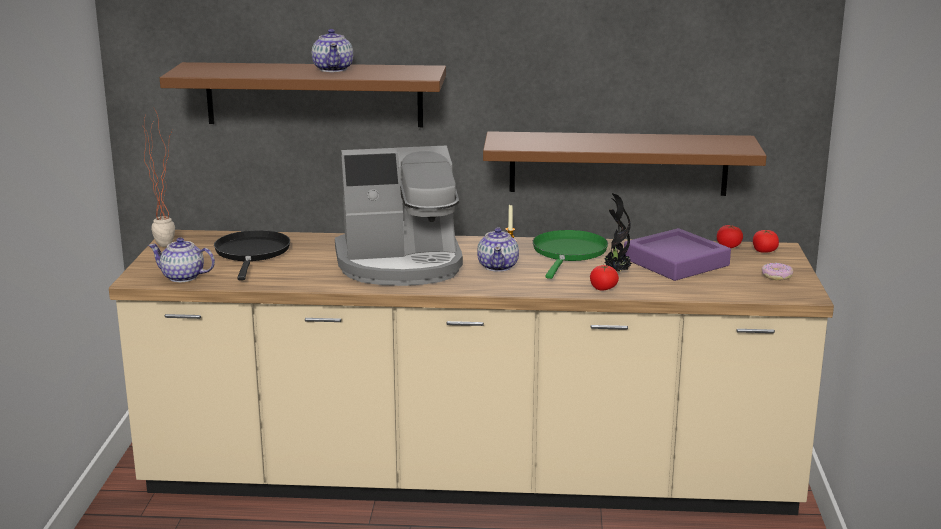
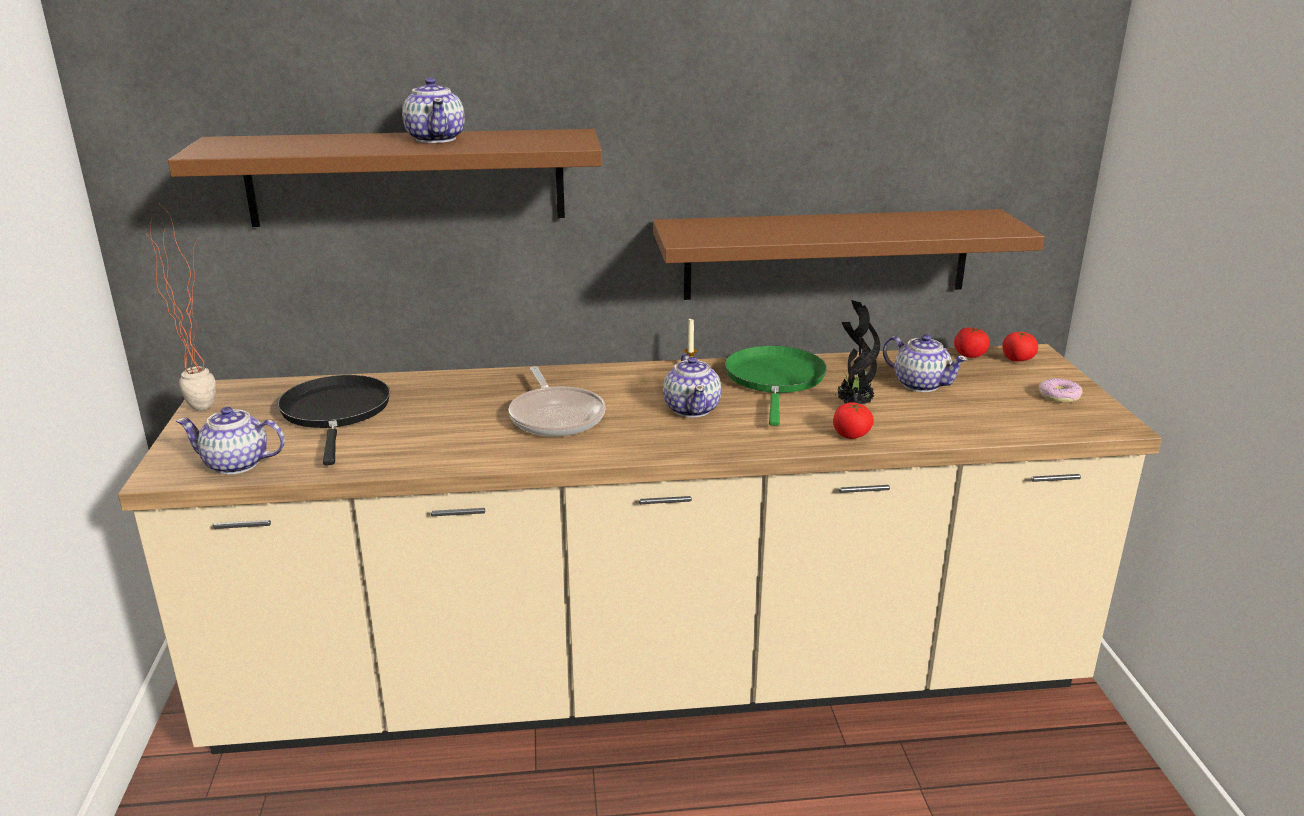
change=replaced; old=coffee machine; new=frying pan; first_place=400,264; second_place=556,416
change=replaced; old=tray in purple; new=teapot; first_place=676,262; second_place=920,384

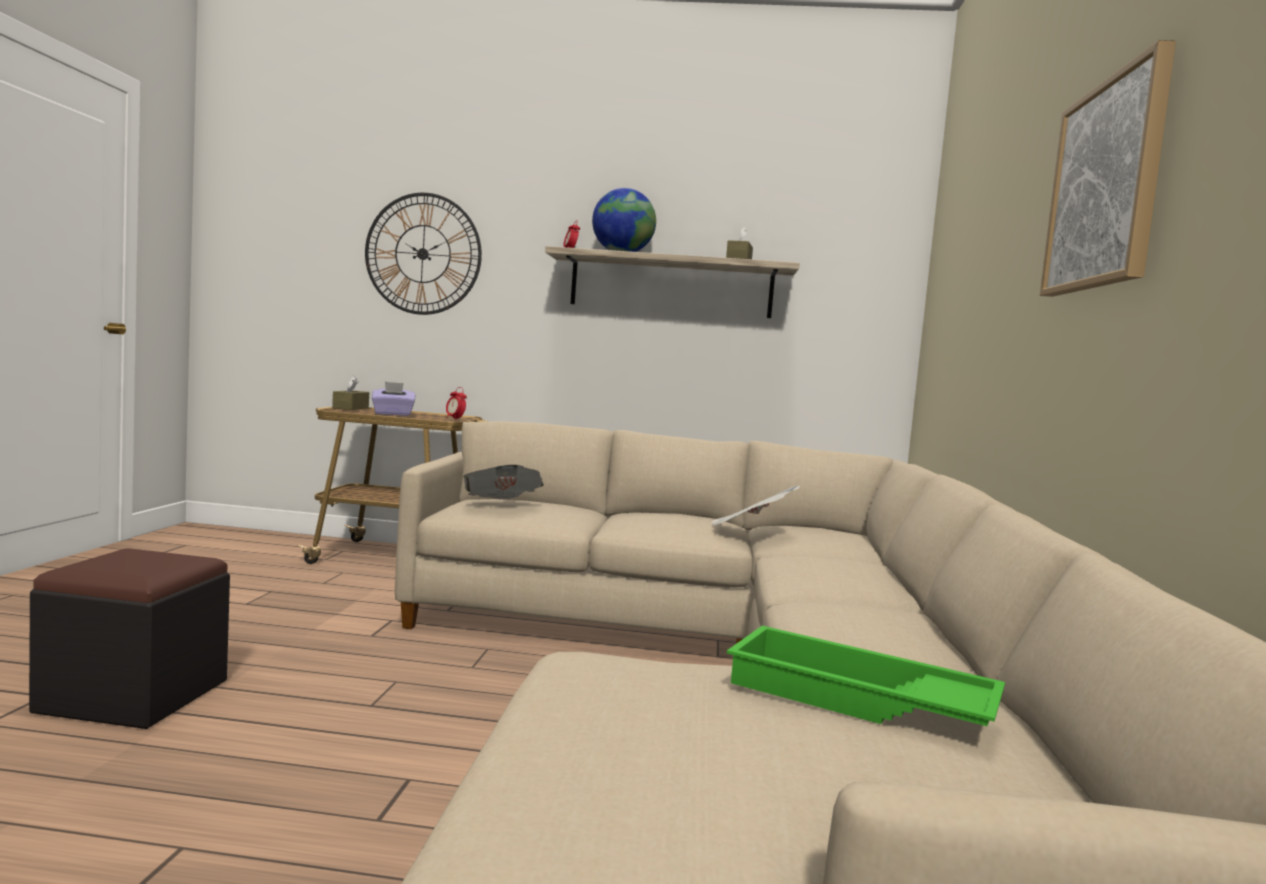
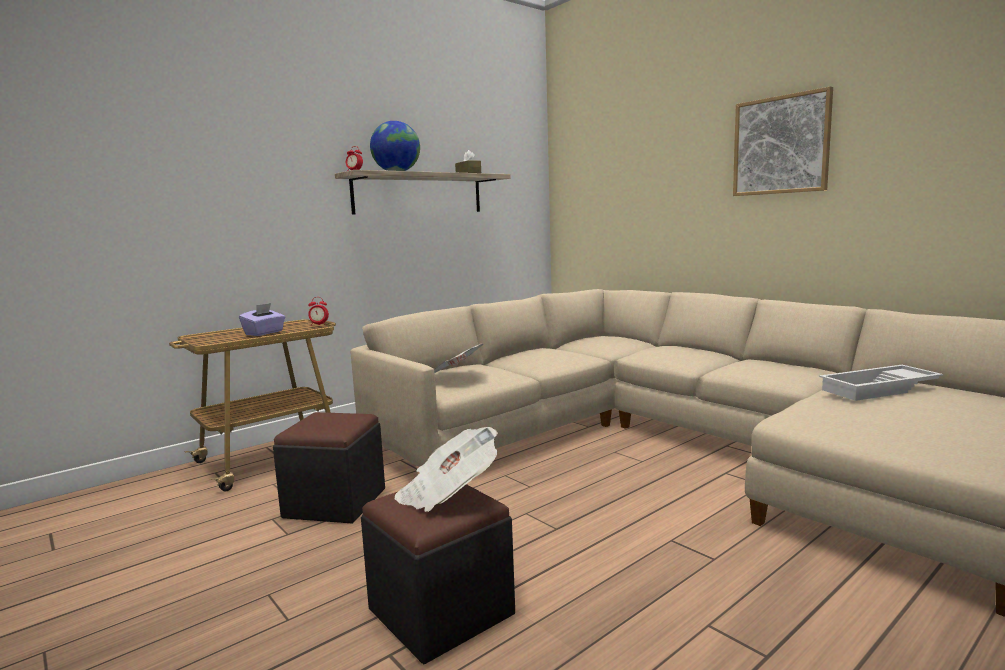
change=removed; old=tissue box in brown; first_place=350,408
change=removed; old=wall clock; first_place=423,254
change=added; new=ottoman in black; second_place=335,503
change=moved; old=newspaper; first_place=749,530; second_place=448,494
change=recoloured; old=tray in green; new=tray in white; first_place=856,700; second_place=880,389

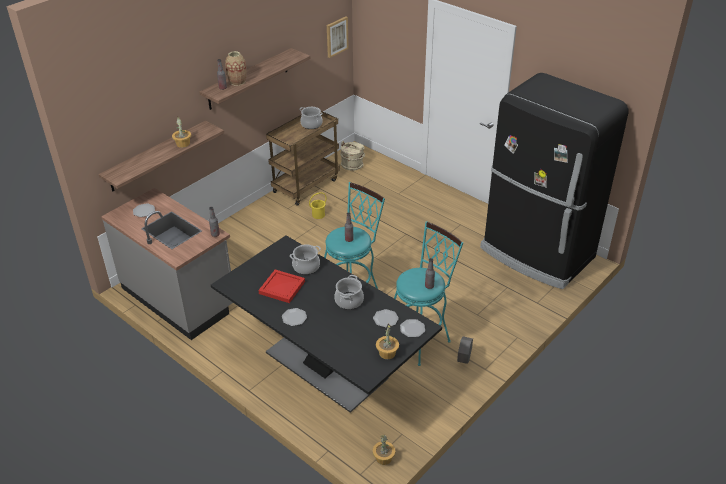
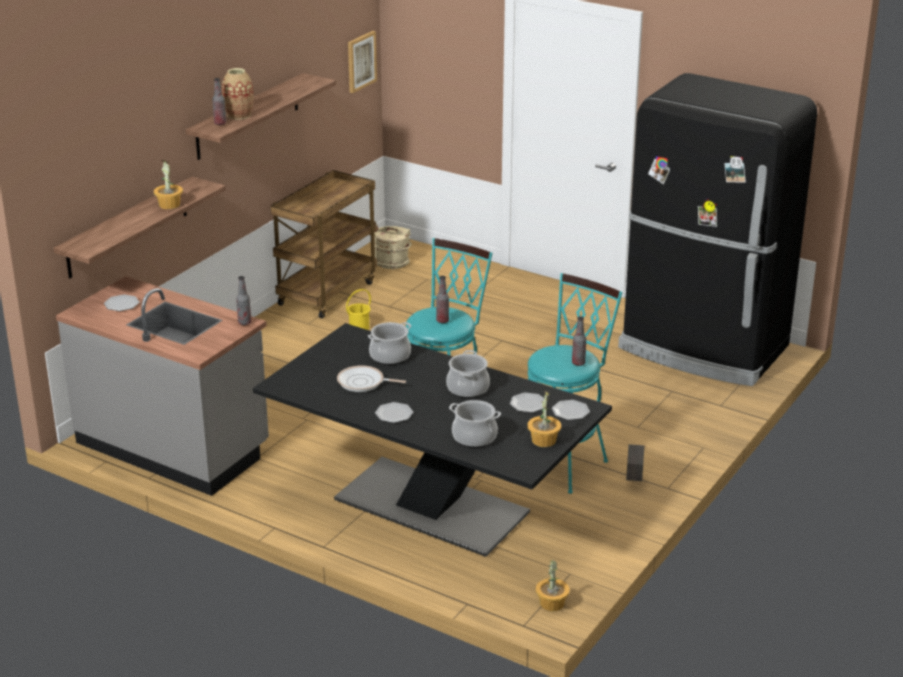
change=moved; old=cooking pot; first_place=311,124; second_place=474,437
change=replaced; old=tray in red; new=frying pan; first_place=282,288; second_place=363,383

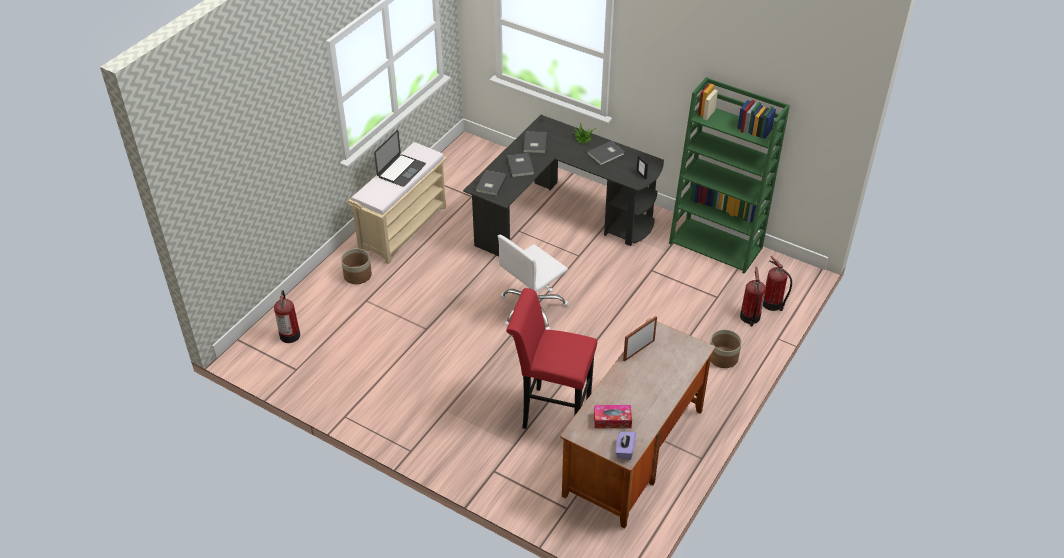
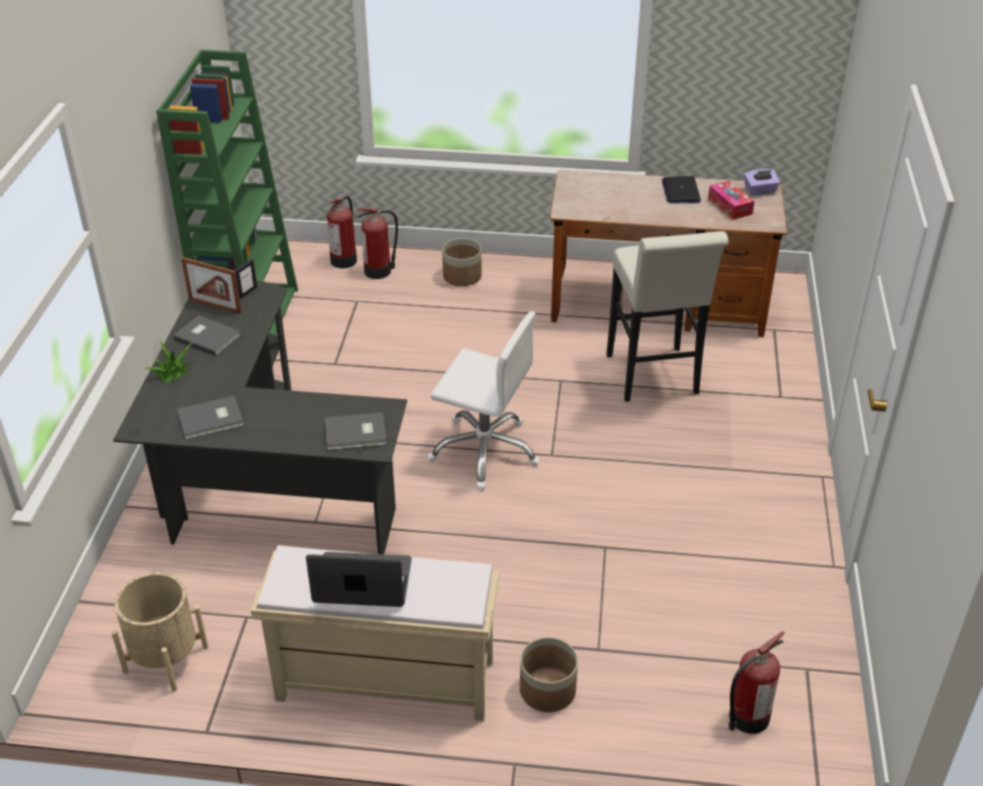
change=removed; old=book in grey; first_place=521,166
change=added; new=planter in beige; second_place=166,659
change=added; new=laptop; second_place=680,191
change=moved; old=picture frame; first_place=639,350; second_place=215,306
change=recoloured; old=stool in red; new=stool in white; first_place=551,412; second_place=654,379

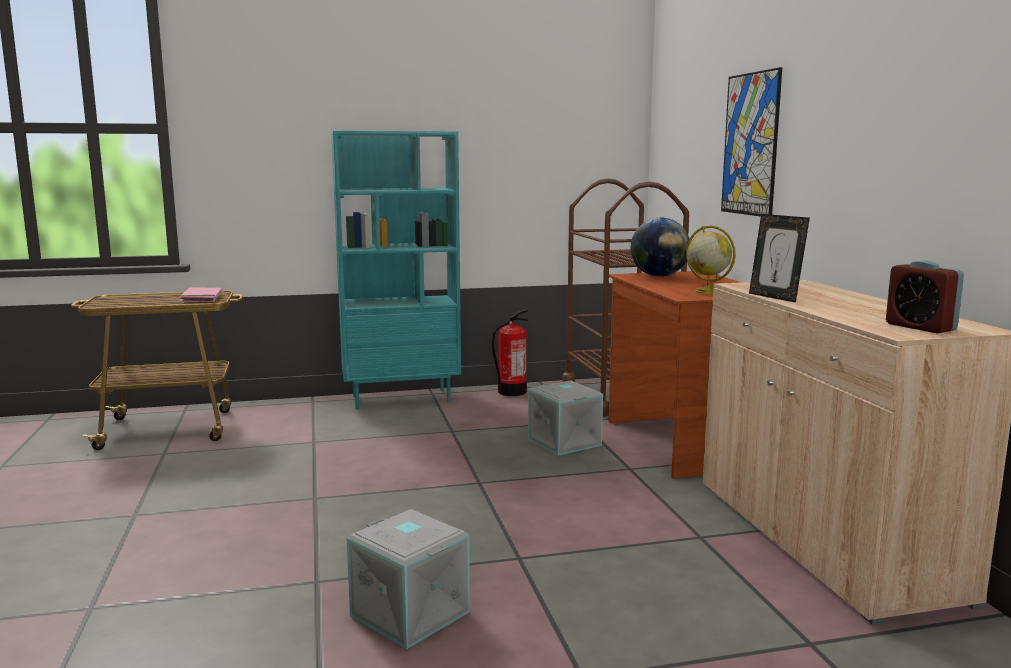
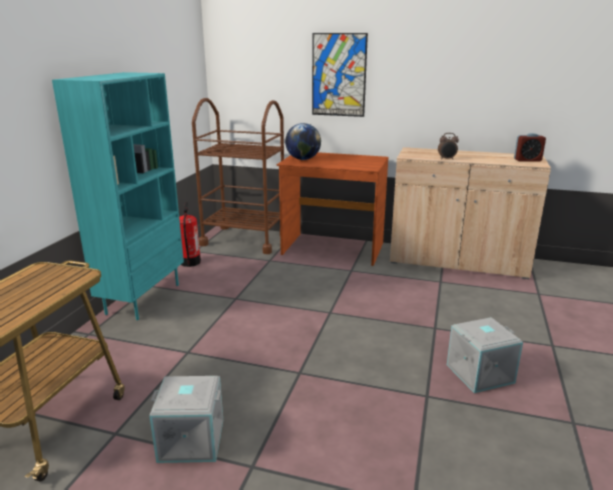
change=removed; old=book in pink; first_place=201,298
change=removed; old=globe; first_place=707,292
change=moved; old=storage box in grey; first_place=565,442; second_place=192,439
change=replaced; old=picture frame; new=alarm clock; first_place=775,297; second_place=446,159

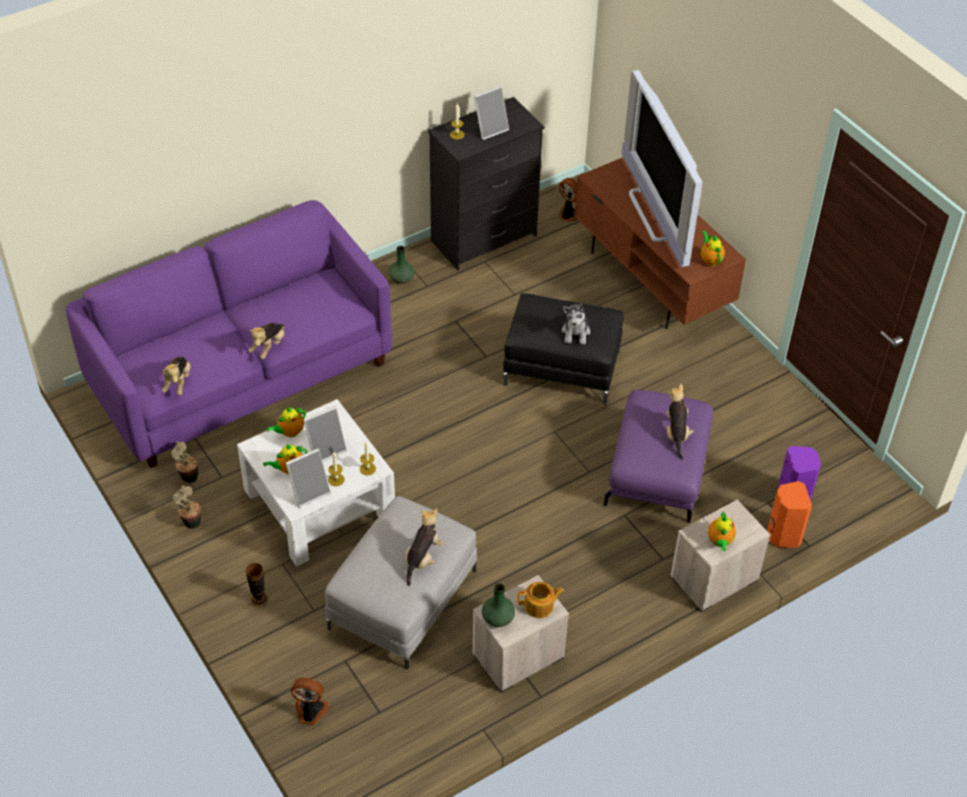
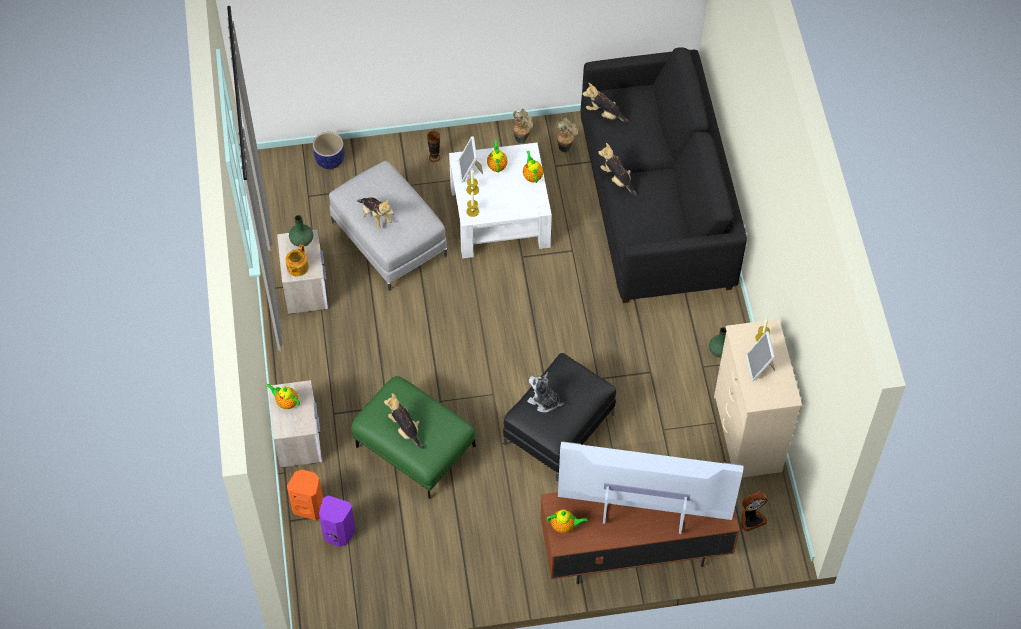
change=removed; old=picture frame; first_place=326,449
change=replaced; old=fan; new=planter; first_place=310,712; second_place=330,160
change=recoloured; old=sofa in purple; new=sofa in black; first_place=241,374; second_place=656,206
change=recoloured; old=dresser in black; new=dresser in beige; first_place=485,238; second_place=747,435
change=recoloured; old=ottoman in purple; new=ottoman in green; first_place=657,473; second_place=414,448
change=turned; old=plush toy; first_place=676,433; second_place=405,429; degrees=-150

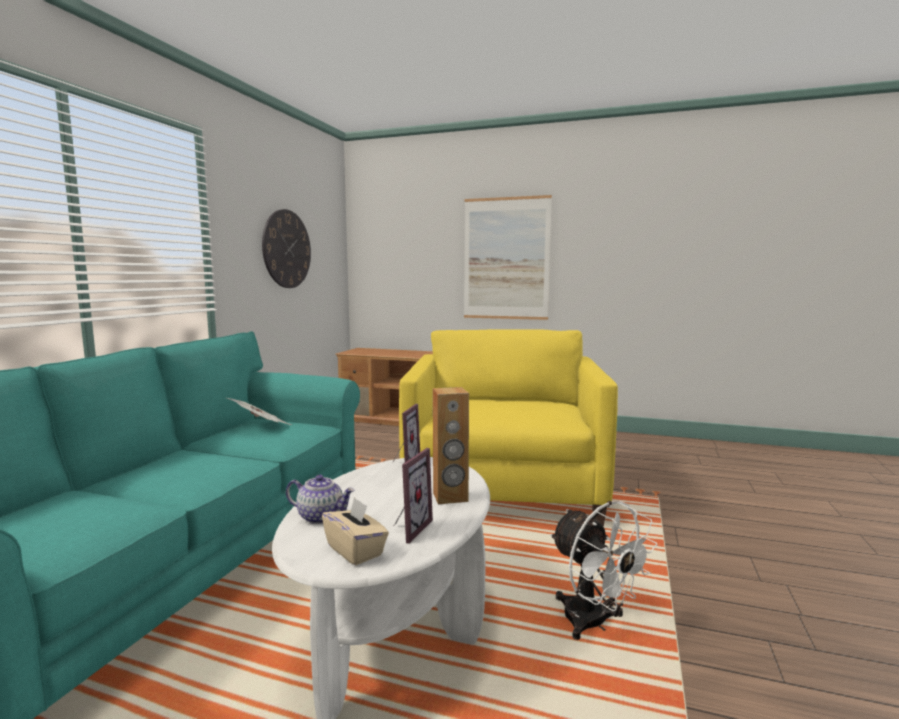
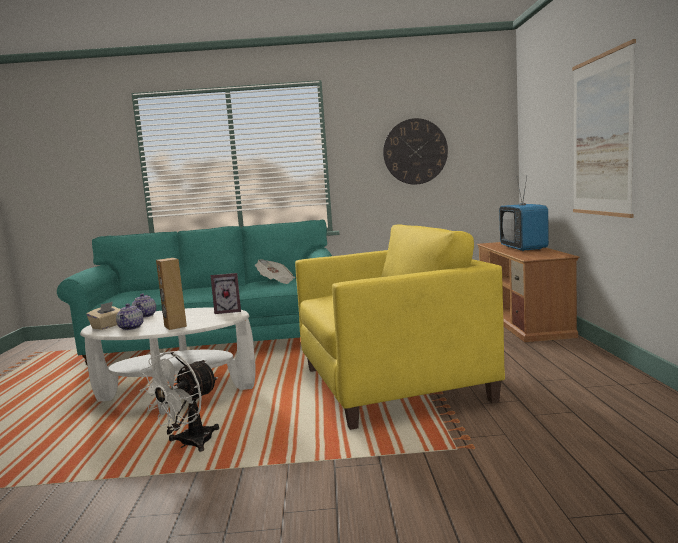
change=added; new=television; second_place=523,248
change=replaced; old=picture frame; new=teapot; first_place=407,528; second_place=131,328

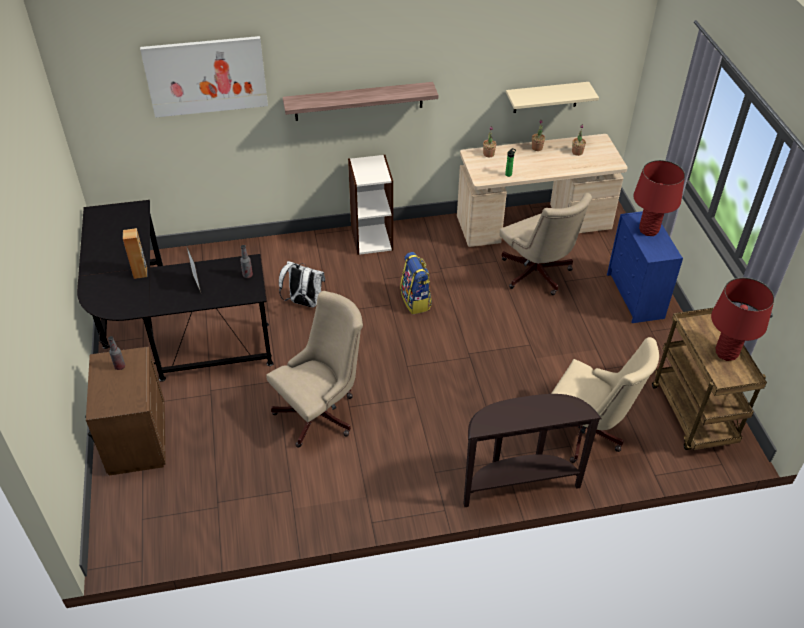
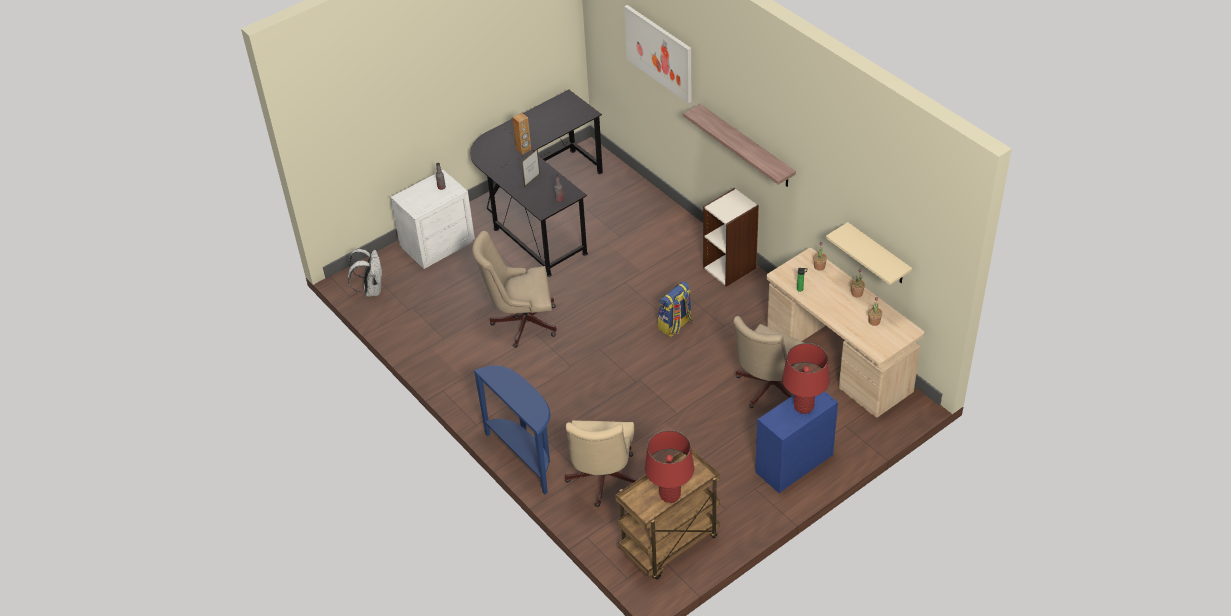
change=moved; old=backpack in white; first_place=304,302; second_place=371,289
change=recoloured; old=nightstand in brown; new=nightstand in white; first_place=136,439; second_place=437,244
change=recoloured; old=console table in brown; new=console table in blue; first_place=518,484; second_place=525,457
change=turned; old=office chair in beige; first_place=321,413; second_place=520,322; degrees=150

